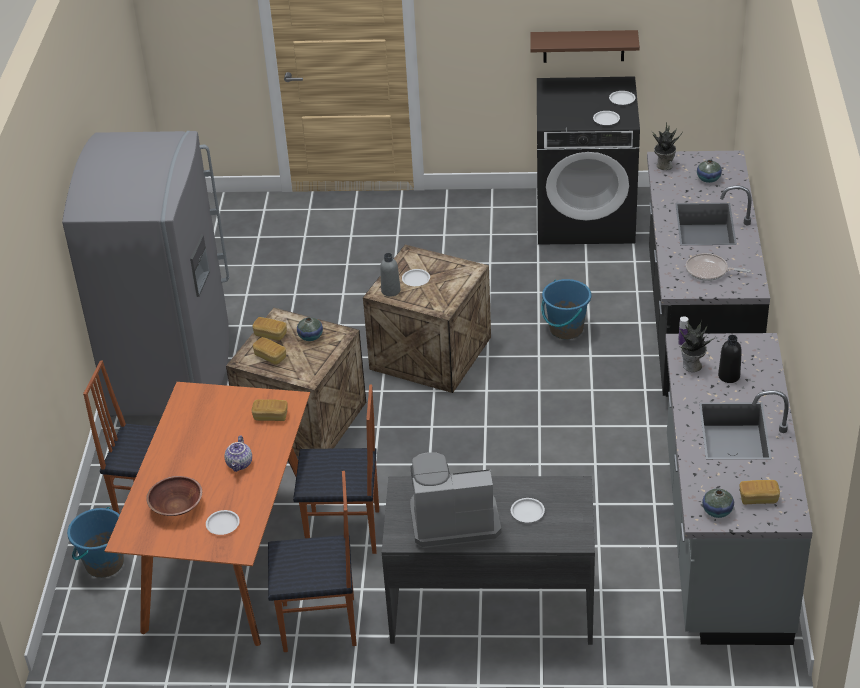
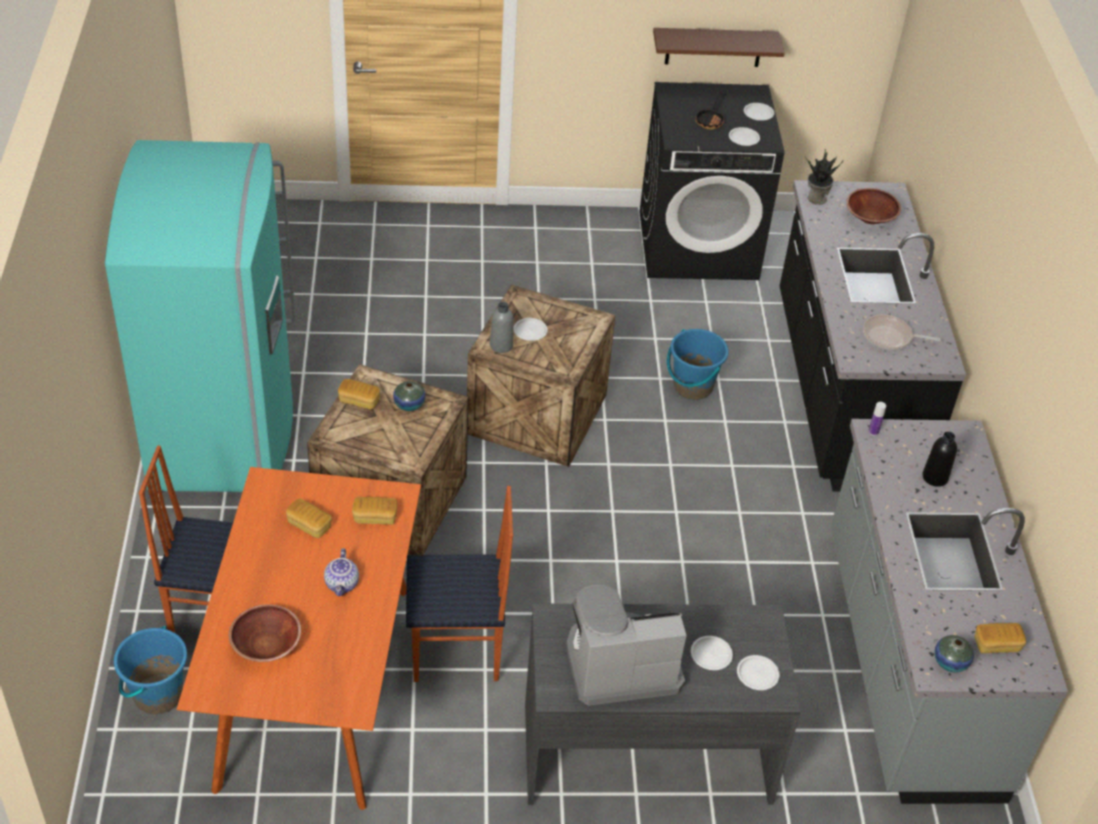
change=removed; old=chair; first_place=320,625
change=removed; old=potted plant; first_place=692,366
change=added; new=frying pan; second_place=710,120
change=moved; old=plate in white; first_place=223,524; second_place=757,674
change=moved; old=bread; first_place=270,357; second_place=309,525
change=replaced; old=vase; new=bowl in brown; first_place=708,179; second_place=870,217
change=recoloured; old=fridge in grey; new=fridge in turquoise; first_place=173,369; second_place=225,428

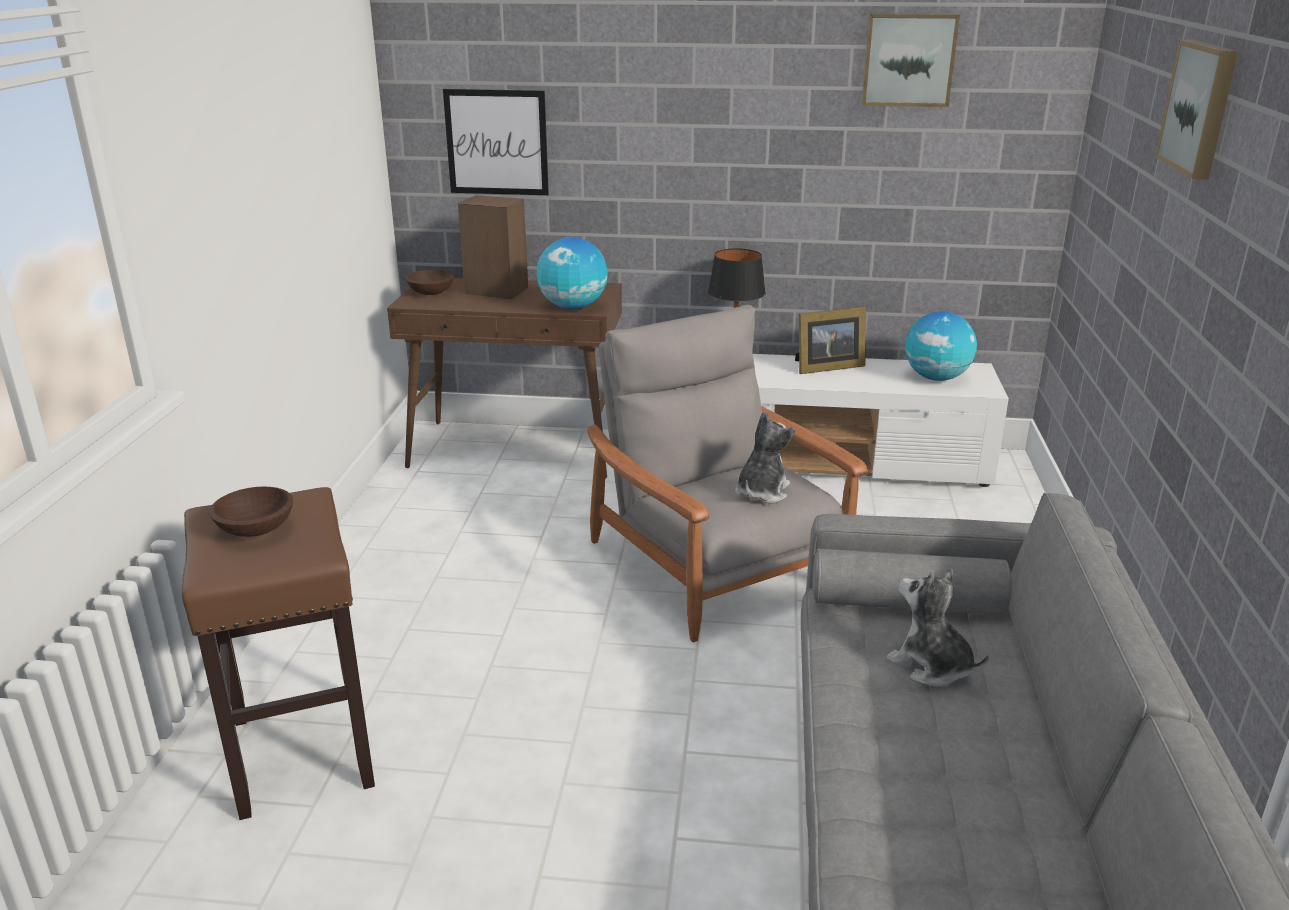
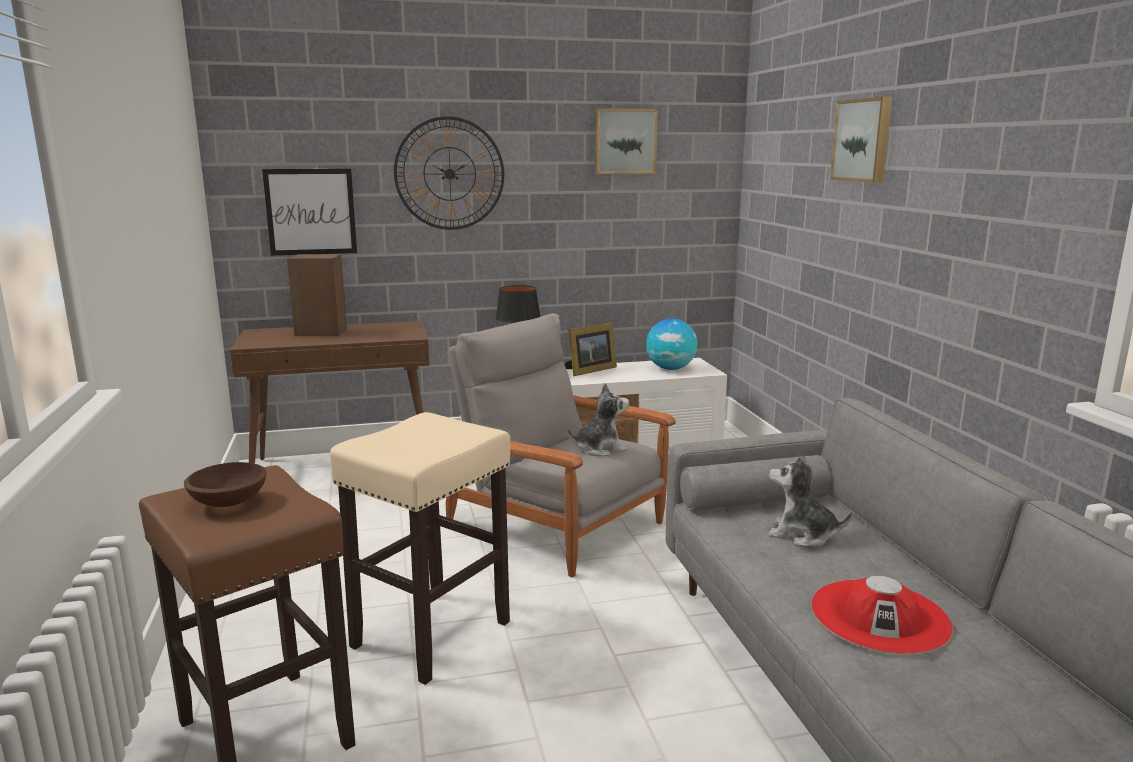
change=removed; old=bowl in brown; first_place=431,292
change=removed; old=globe; first_place=573,307
change=added; new=stool in beige; second_place=432,633
change=added; new=wall clock; second_place=449,174
change=added; new=hat in red; second_place=879,616
change=turned; old=plush toy; first_place=761,492; second_place=599,449; degrees=60

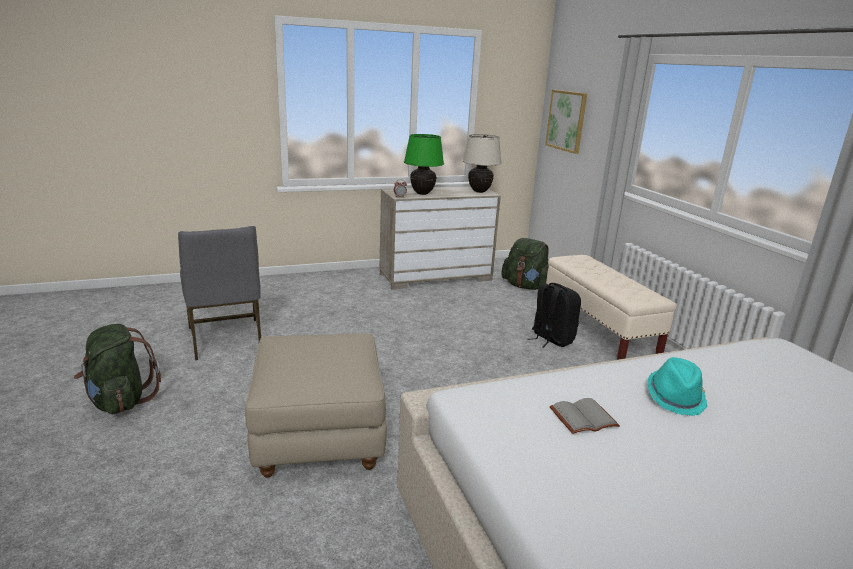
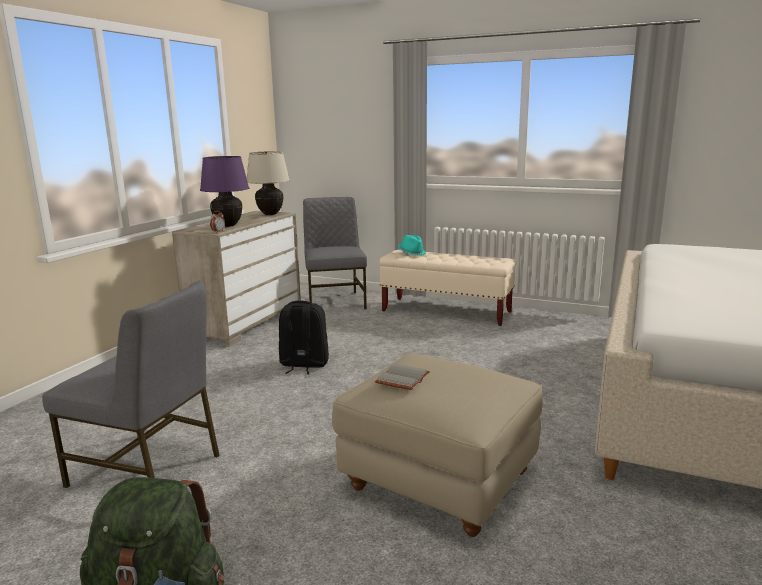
change=removed; old=picture; first_place=566,121
change=moved; old=backpack in black; first_place=551,339; second_place=303,365
change=moved; old=book in grey; first_place=583,417; second_place=401,378
change=moved; old=hat in turquoise; first_place=675,398; second_place=412,253
change=replaced; old=backpack in green; new=chair in grey; first_place=525,286; second_place=335,301
change=recoloured; old=table lamp in green; new=table lamp in purple; first_place=422,193; second_place=227,225

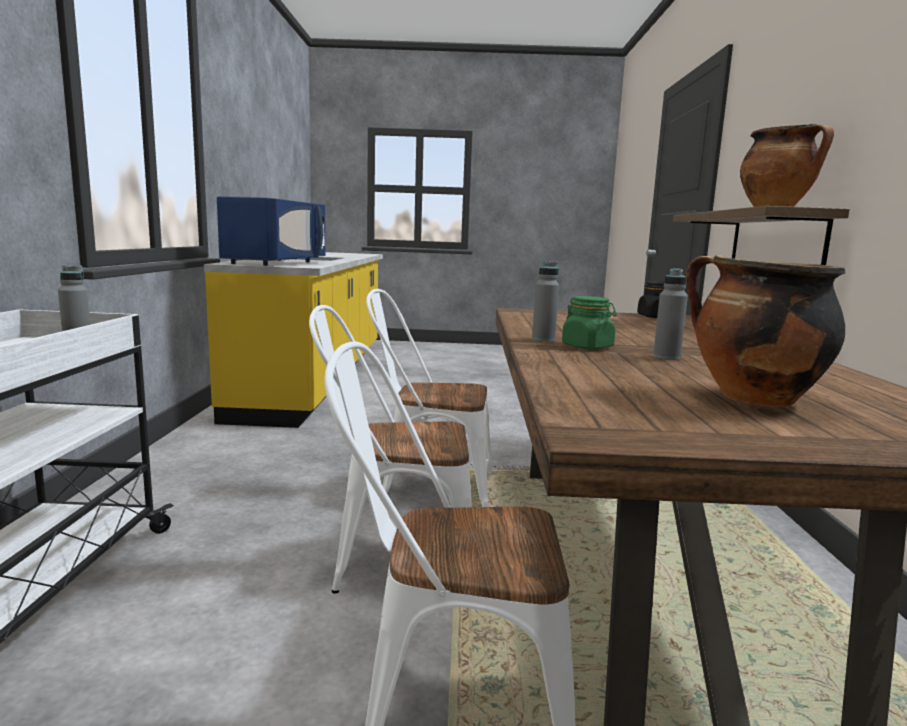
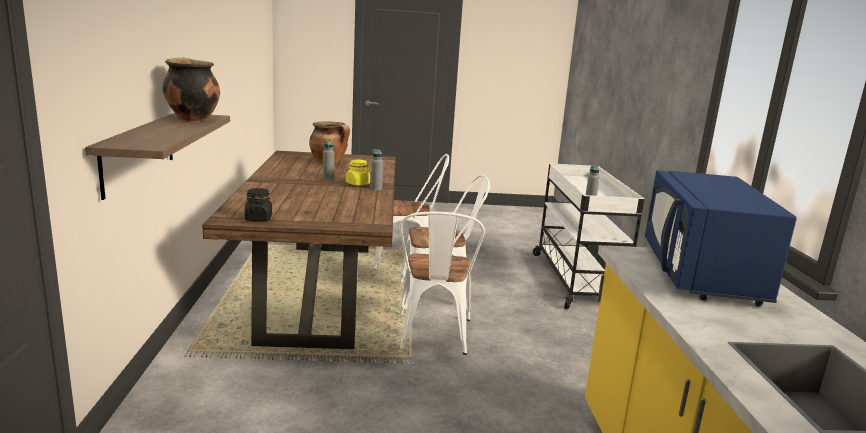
change=recoloured; old=jar in green; new=jar in yellow; first_place=587,347; second_place=357,183
change=turned; old=chair in white; first_place=427,489; second_place=433,337; degrees=90

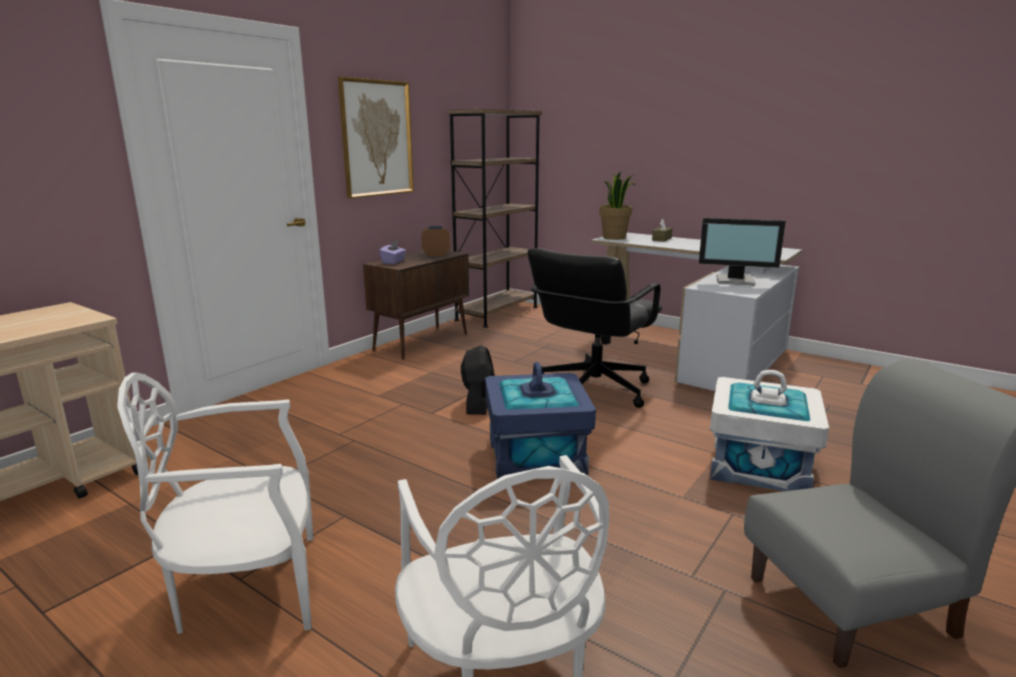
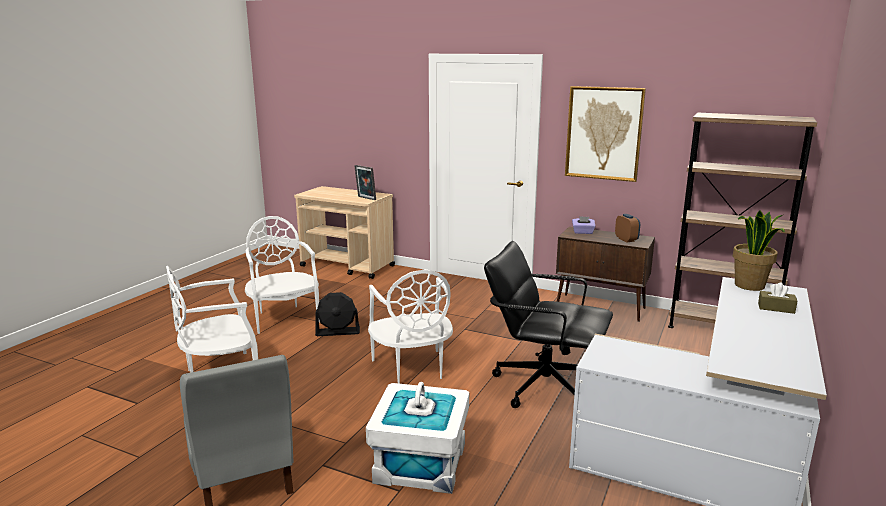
change=removed; old=monitor; first_place=736,281
change=added; new=picture frame; second_place=365,198
change=moved; old=fan in black; first_place=479,402; second_place=338,332
change=replaced; old=storage box in blue; new=chair in white; first_place=537,456; second_place=412,368

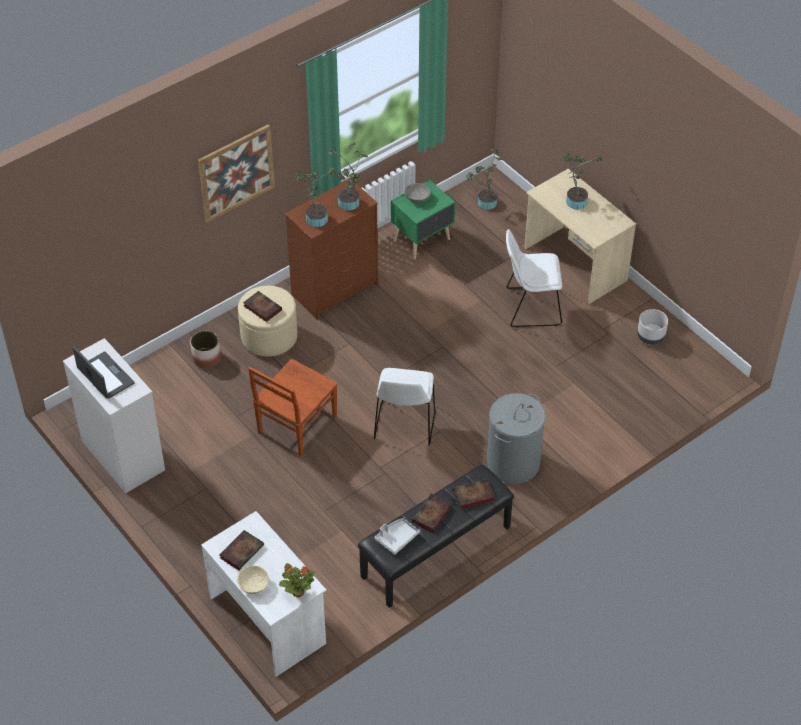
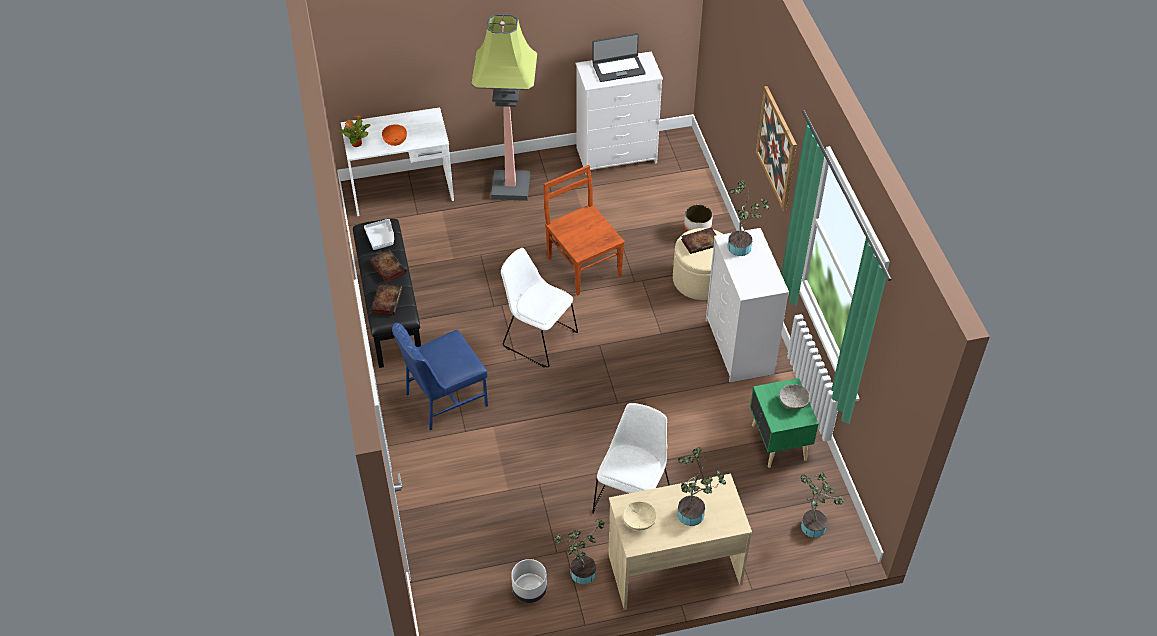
change=removed; old=book; first_place=242,551
change=added; new=bowl in orange; second_place=395,140
change=added; new=floor lamp; second_place=511,186
change=moved; old=bowl in beige; first_place=253,584; second_place=639,520
change=moved; old=potted plant; first_place=349,204; second_place=580,572
change=replaced; old=laundry basket in grey; new=chair in blue; first_place=513,463; second_place=444,399
change=recoloured; old=dresser in brown; new=dresser in white; first_place=335,289; second_place=739,347

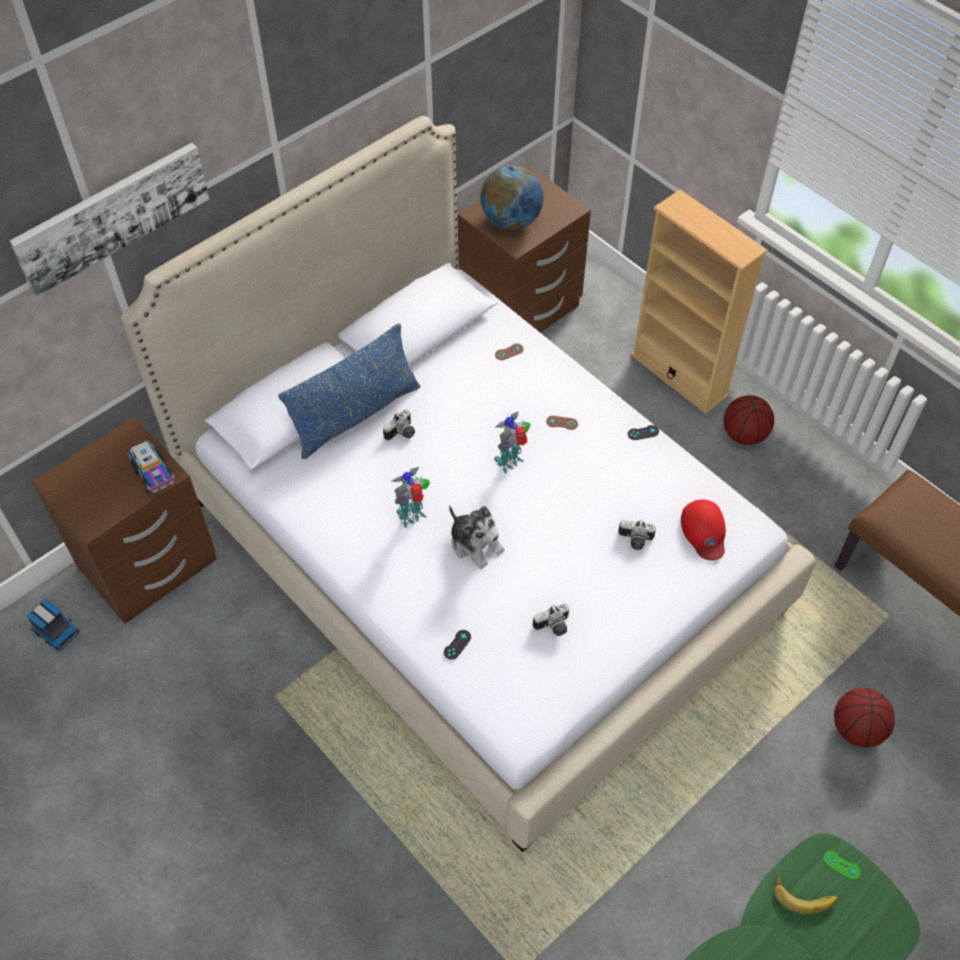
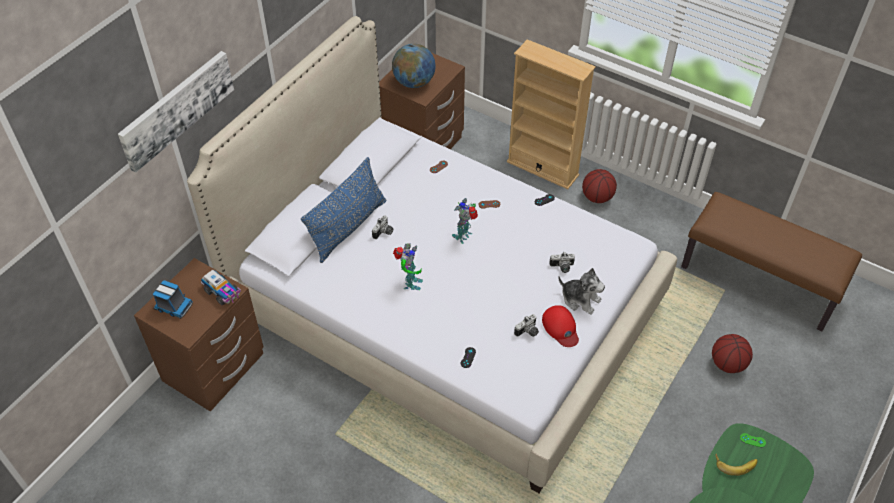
change=moved; old=toy truck; first_place=55,631; second_place=173,306
change=moved; old=plush toy; first_place=475,544; second_place=580,299
change=moved; old=cap in red; first_place=704,531; second_place=560,328
change=turned; old=toy robot; first_place=413,516; second_place=410,283; degrees=150

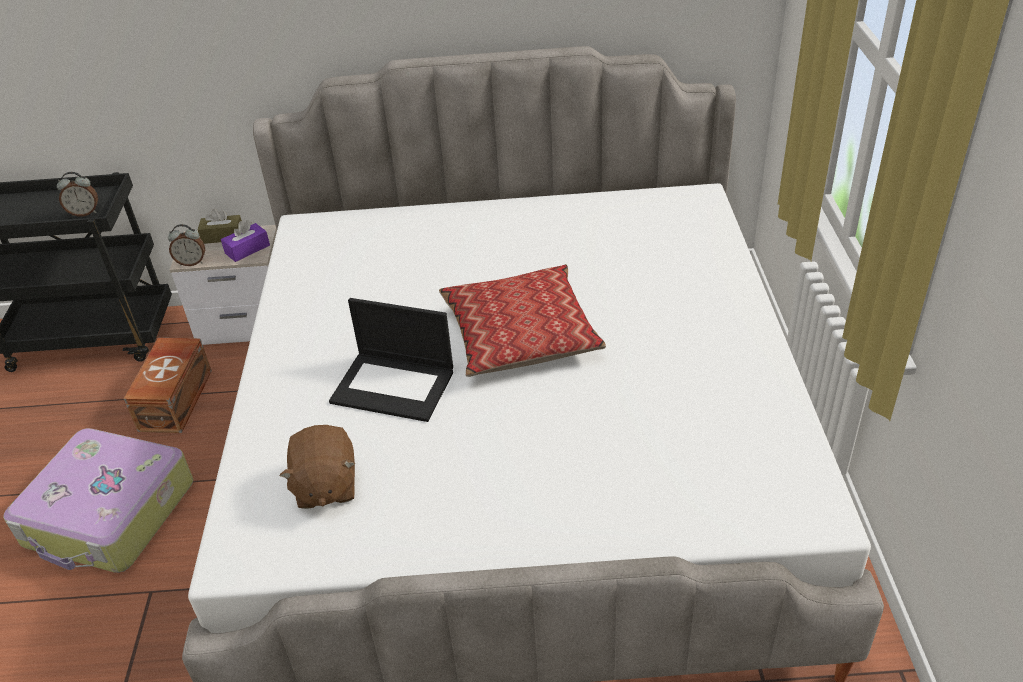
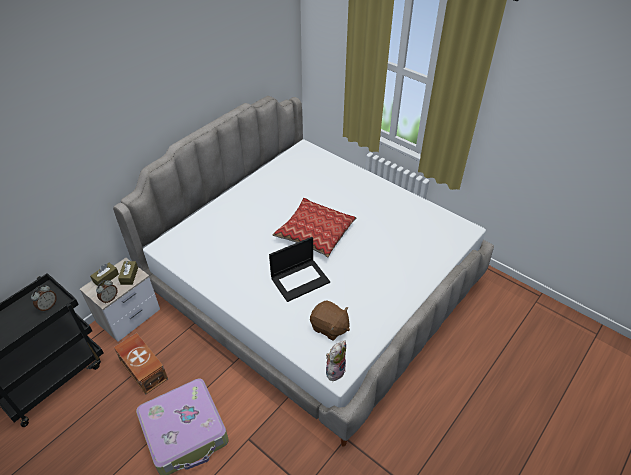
change=added; new=plush toy; second_place=335,370
change=recoloured; old=tissue box in purple; new=tissue box in brown; first_place=247,249; second_place=129,276

